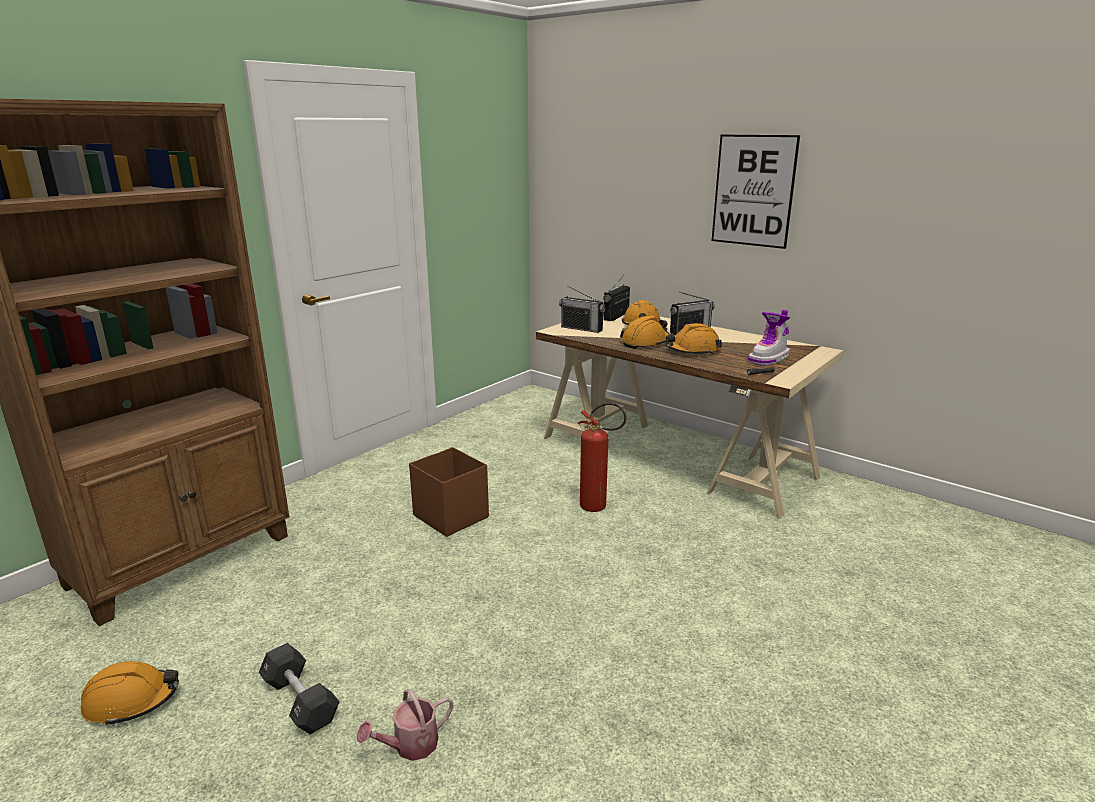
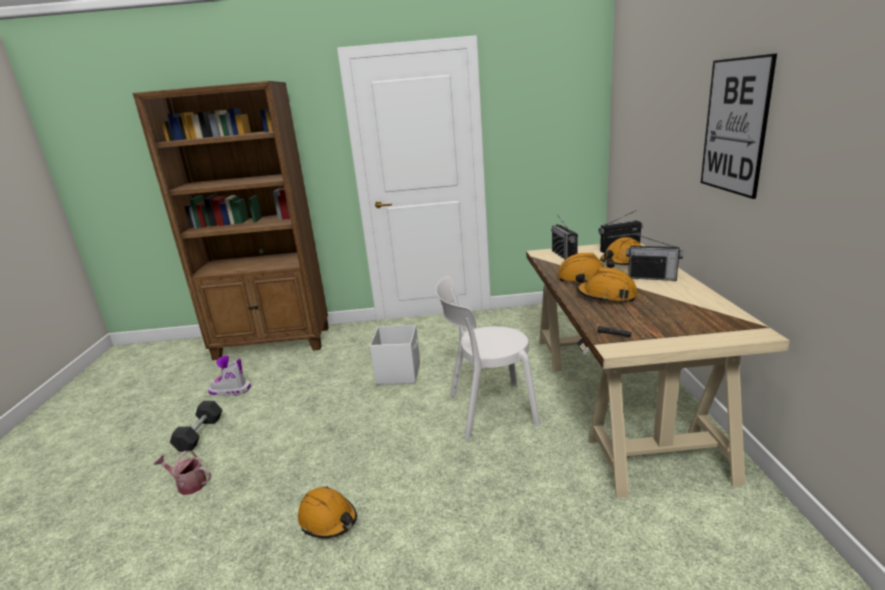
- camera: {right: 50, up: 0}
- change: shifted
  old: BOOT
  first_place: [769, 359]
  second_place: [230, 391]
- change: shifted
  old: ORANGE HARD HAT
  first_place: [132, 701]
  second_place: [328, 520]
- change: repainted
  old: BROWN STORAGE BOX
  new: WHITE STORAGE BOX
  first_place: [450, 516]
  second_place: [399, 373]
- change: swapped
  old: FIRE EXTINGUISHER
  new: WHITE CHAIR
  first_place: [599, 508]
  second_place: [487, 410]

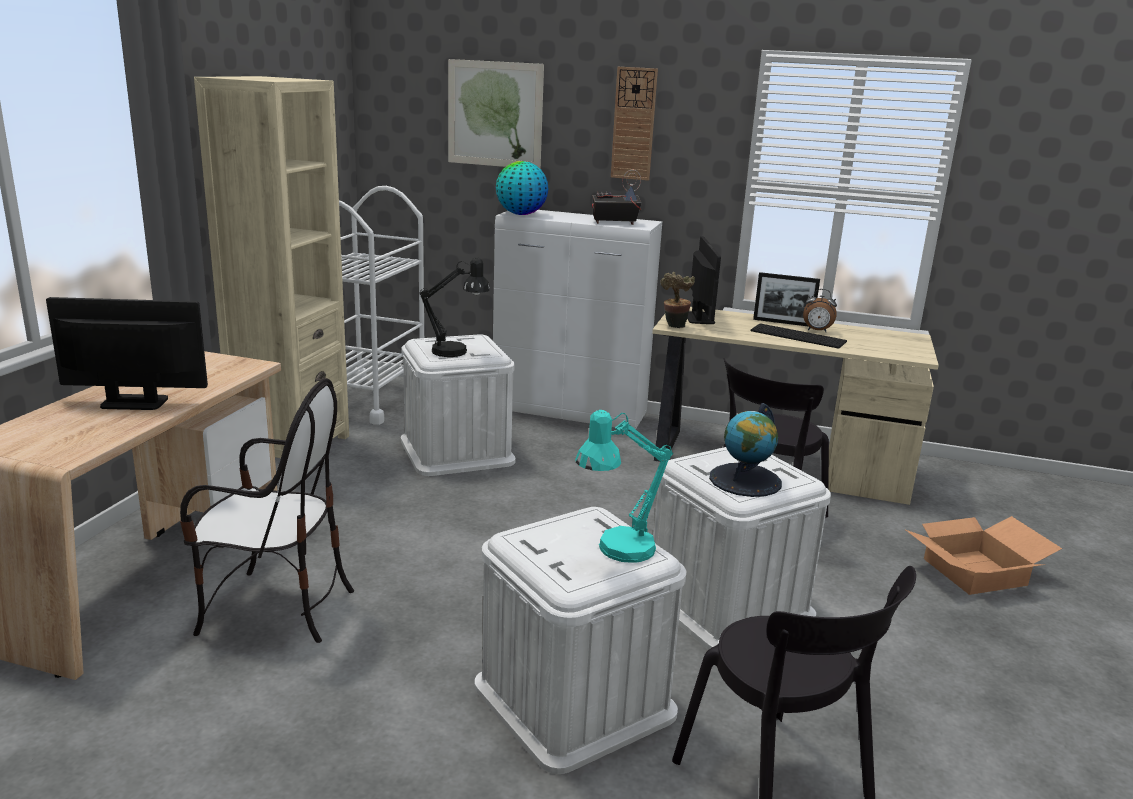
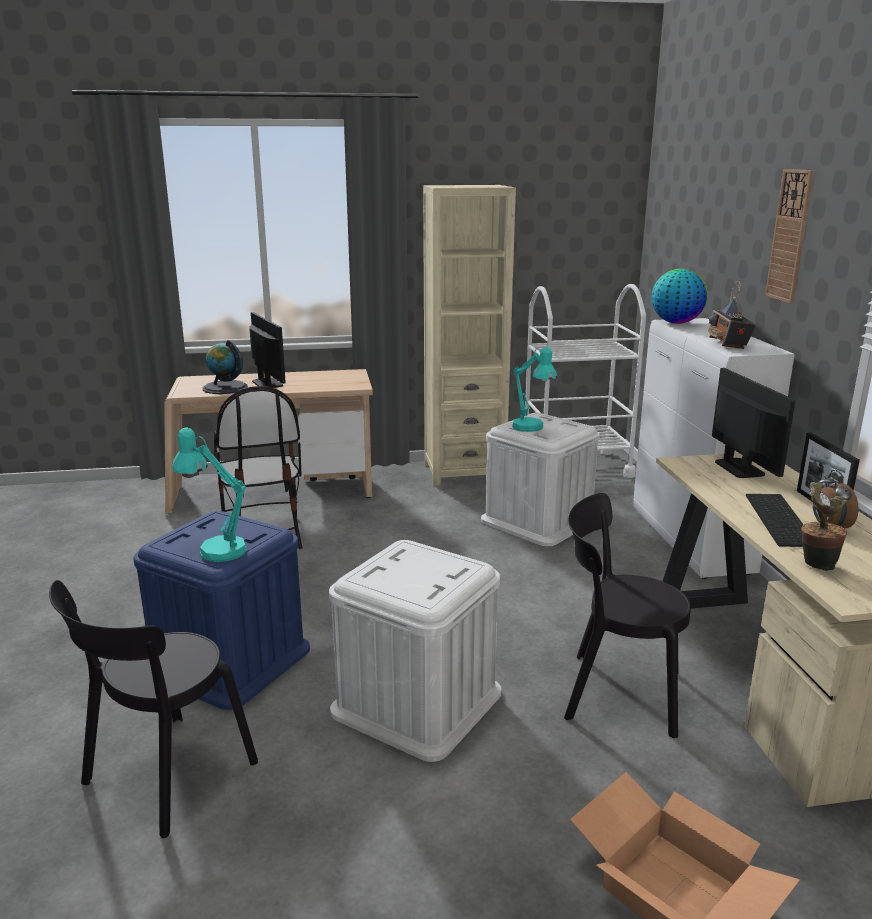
- camera: {right: 65, up: 0}
- change: repainted
  old: WHITE STORAGE BOX
  new: BLUE STORAGE BOX
  first_place: [574, 699]
  second_place: [229, 659]
- change: shifted
  old: GLOBE
  first_place: [745, 480]
  second_place: [225, 388]
- change: repainted
  old: BLACK TABLE LAMP
  new: TURQUOISE TABLE LAMP
  first_place: [457, 352]
  second_place: [531, 428]
- change: rotated
  old: RADIO
  first_place: [614, 222]
  second_place: [728, 344]
  degrees: -150
- change: rotated
  old: MONITOR
  first_place: [699, 318]
  second_place: [739, 468]
  degrees: -75
- change: shifted
  old: POTTED PLANT
  first_place: [674, 327]
  second_place: [815, 564]
- change: gone
  old: PICTURE
  first_place: [495, 114]

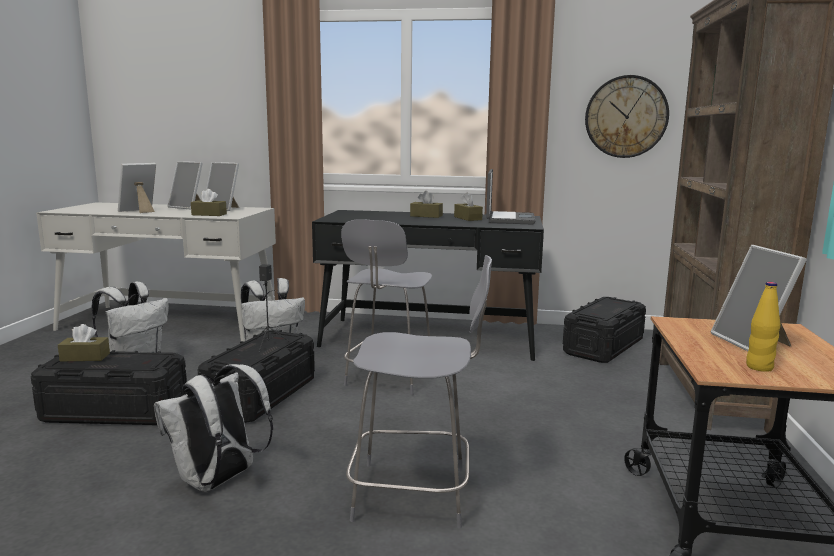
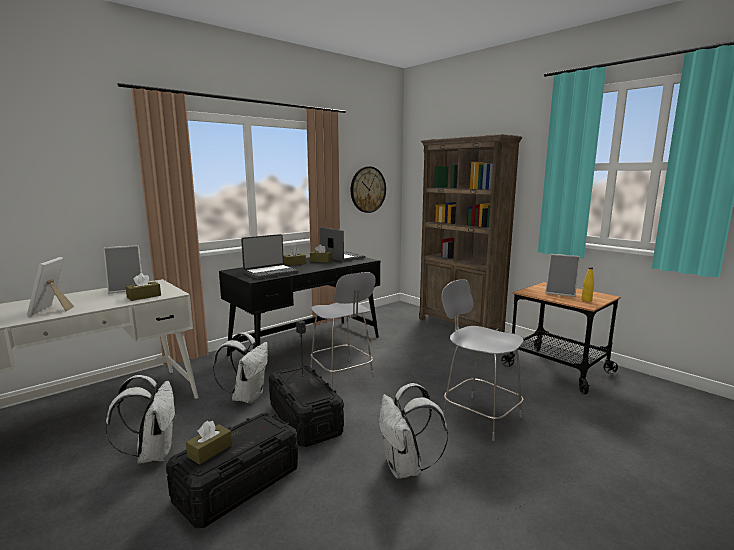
- camera: {right: -50, up: 0}
- change: new
  new: LAPTOP
  second_place: [270, 272]
- change: rotated
  old: GREY CHAIR
  first_place: [416, 494]
  second_place: [479, 415]
  degrees: -90
- change: gone
  old: PICTURE FRAME
  first_place: [188, 207]
- change: gone
  old: BLACK STORAGE BOX
  first_place: [603, 346]

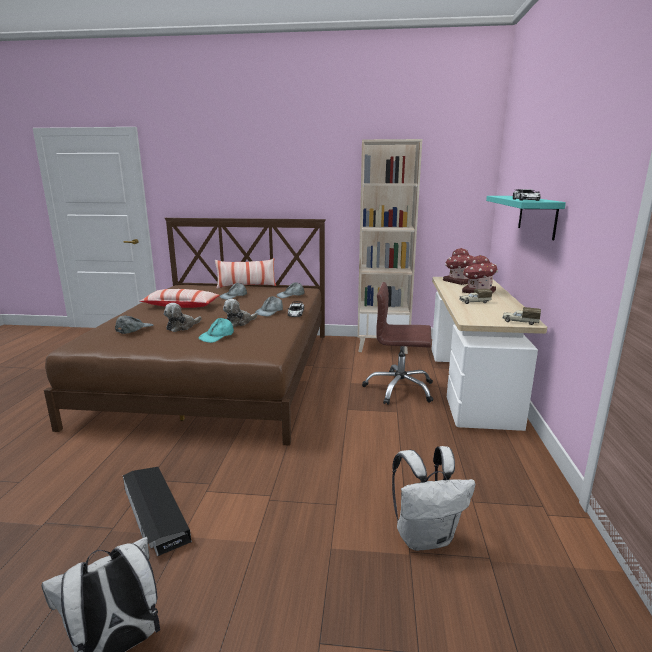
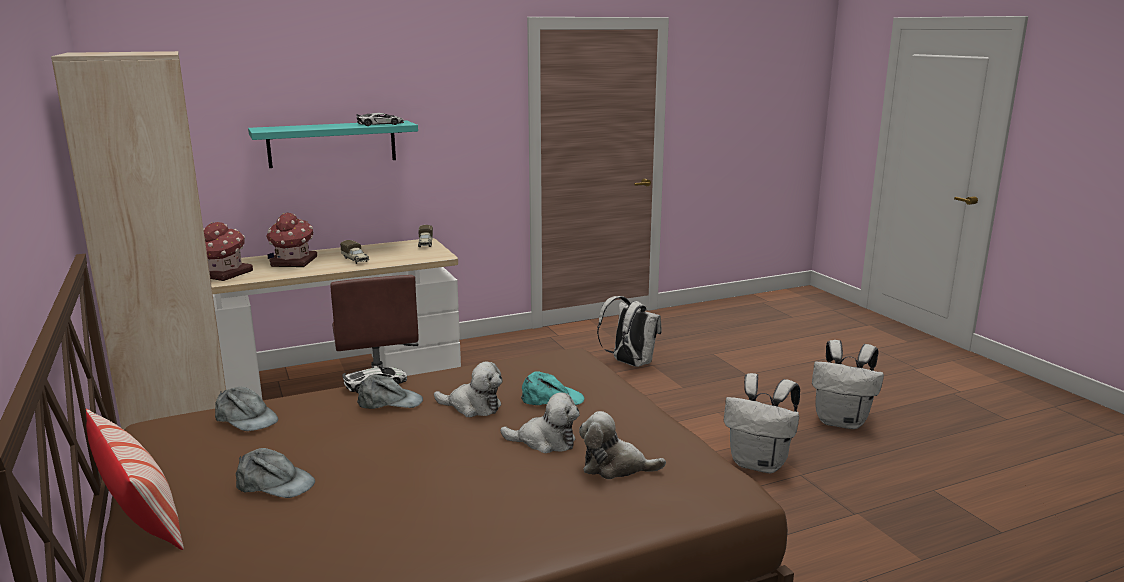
- camera: {right: -120, up: 0}
- change: swapped
  old: GREY CAP
  new: PLUSH TOY
  first_place: [134, 329]
  second_place: [615, 467]
- change: swapped
  old: BLACK STORAGE BOX
  new: WHITE BACKPACK
  first_place: [155, 514]
  second_place: [760, 464]
- change: gone
  old: PILLOW
  first_place: [181, 306]

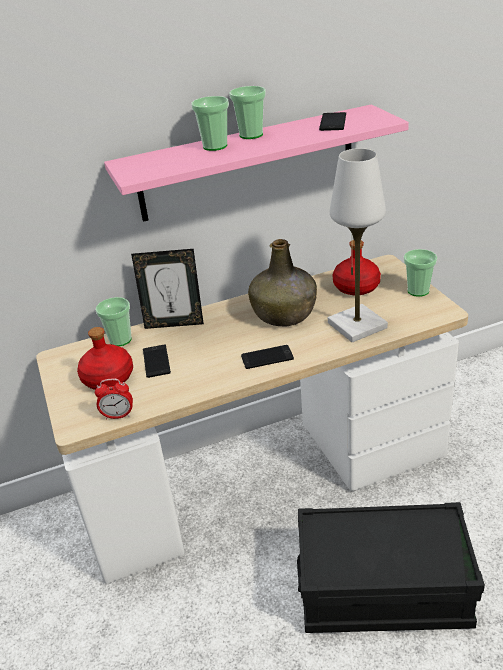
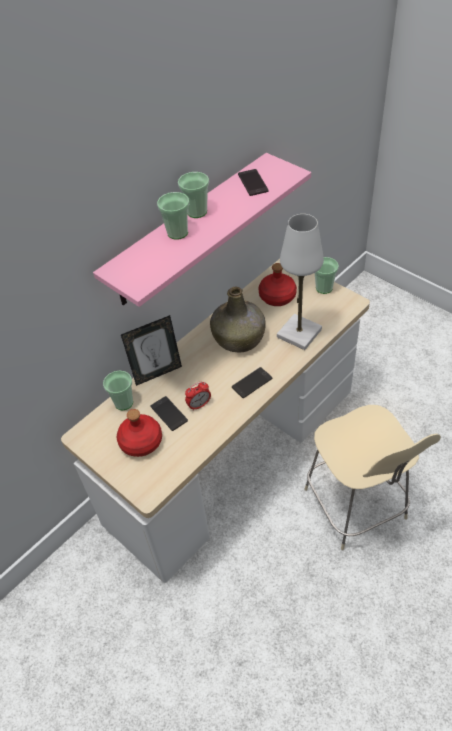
- camera: {right: -25, up: 15}
- change: shifted
  old: ALARM CLOCK
  first_place: [118, 415]
  second_place: [199, 405]
- change: swapped
  old: BLACK STORAGE BOX
  new: BEIGE CHAIR
  first_place: [382, 590]
  second_place: [356, 507]

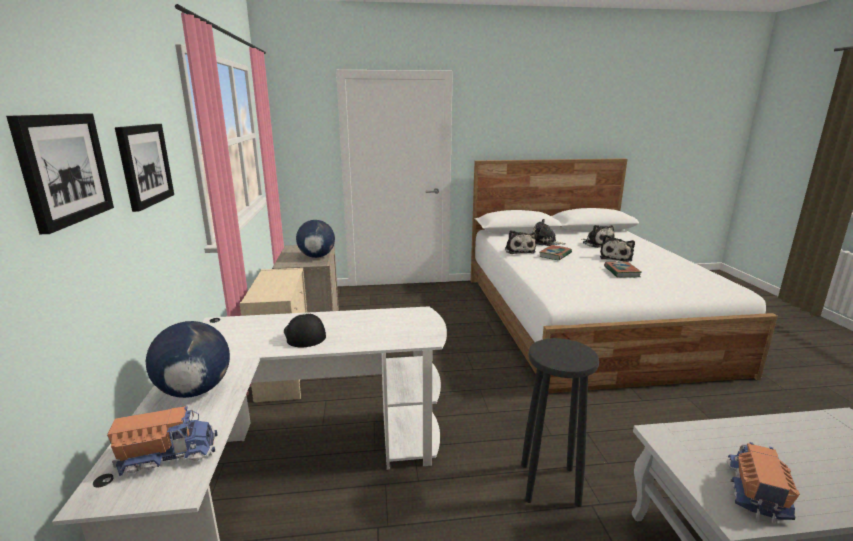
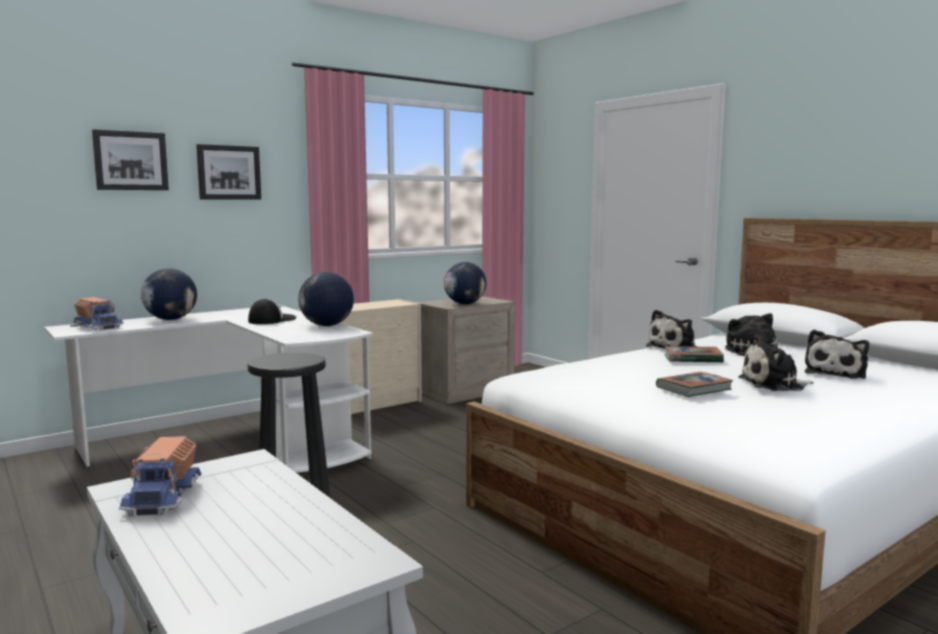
- camera: {right: 60, up: -10}
- change: rotated
  old: TOY TRUCK
  first_place: [754, 491]
  second_place: [164, 496]
  degrees: 90
- change: new
  new: GLOBE
  second_place: [327, 325]

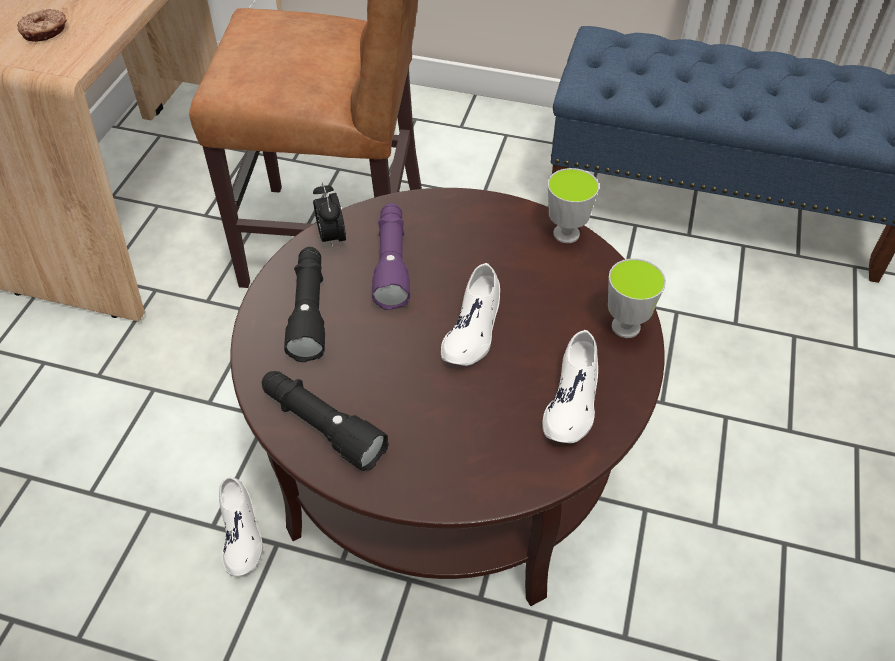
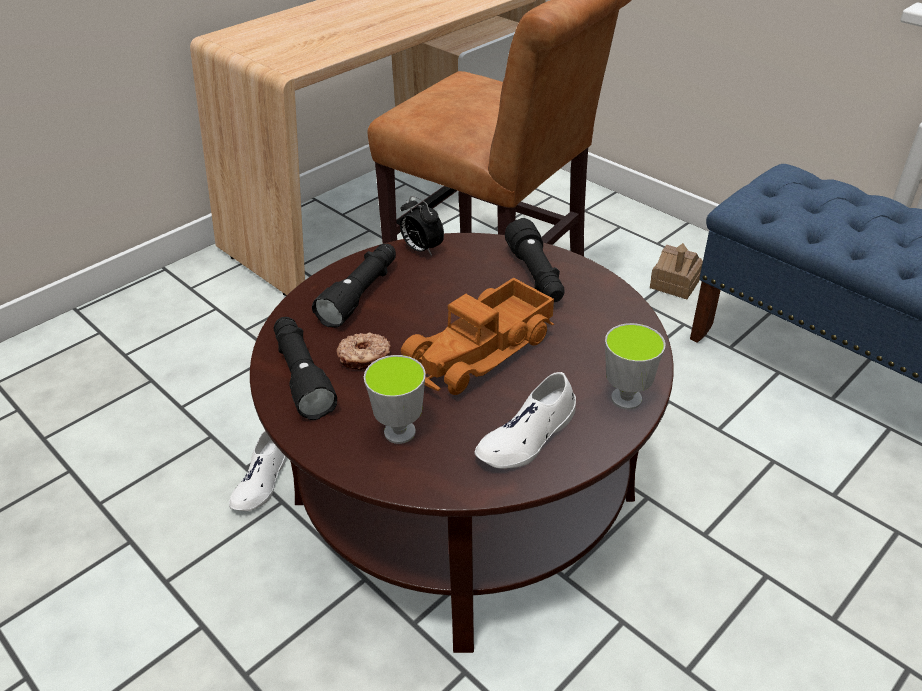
- camera: {right: 30, up: -10}
- change: shifted
  old: DONUT
  first_place: [45, 32]
  second_place: [364, 358]
- change: shifted
  old: CUP
  first_place: [566, 234]
  second_place: [399, 432]
- change: rotated
  old: ALARM CLOCK
  first_place: [331, 237]
  second_place: [421, 249]
  degrees: -60
- change: swapped
  old: WHITE SHOE
  new: TOY TRUCK
  first_place: [473, 328]
  second_place: [483, 351]
- change: new
  new: BLACK FLASHLIGHT
  second_place: [536, 276]
- change: new
  new: TOY HOUSE
  second_place: [674, 284]
- change: gone
  old: PURPLE FLASHLIGHT
  first_place: [392, 263]

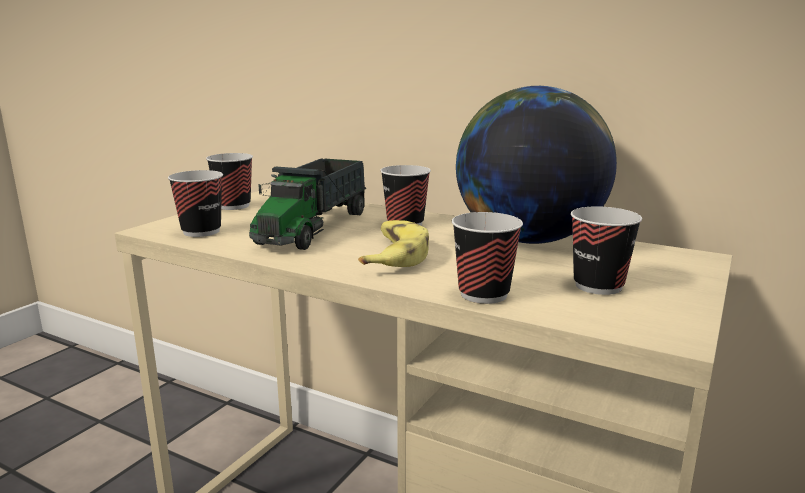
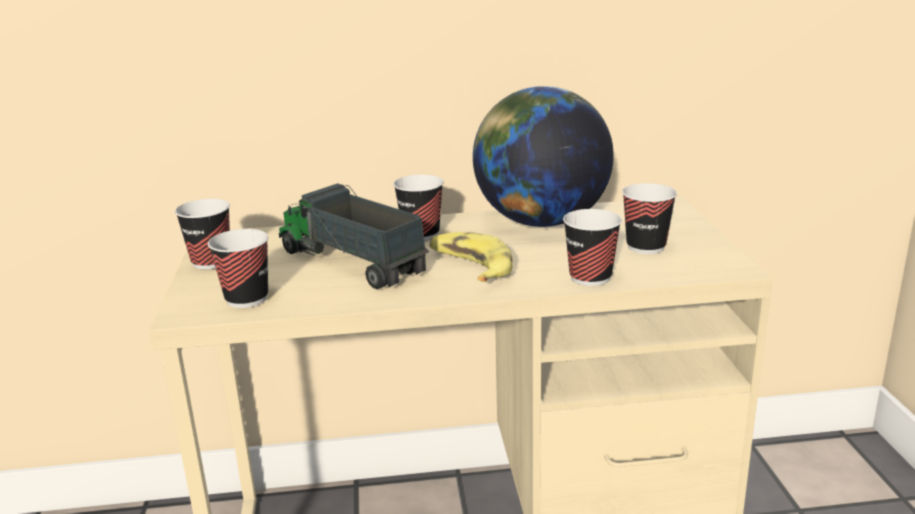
- camera: {right: -35, up: 5}
- change: rotated
  old: TOY TRUCK
  first_place: [314, 228]
  second_place: [350, 262]
  degrees: 150

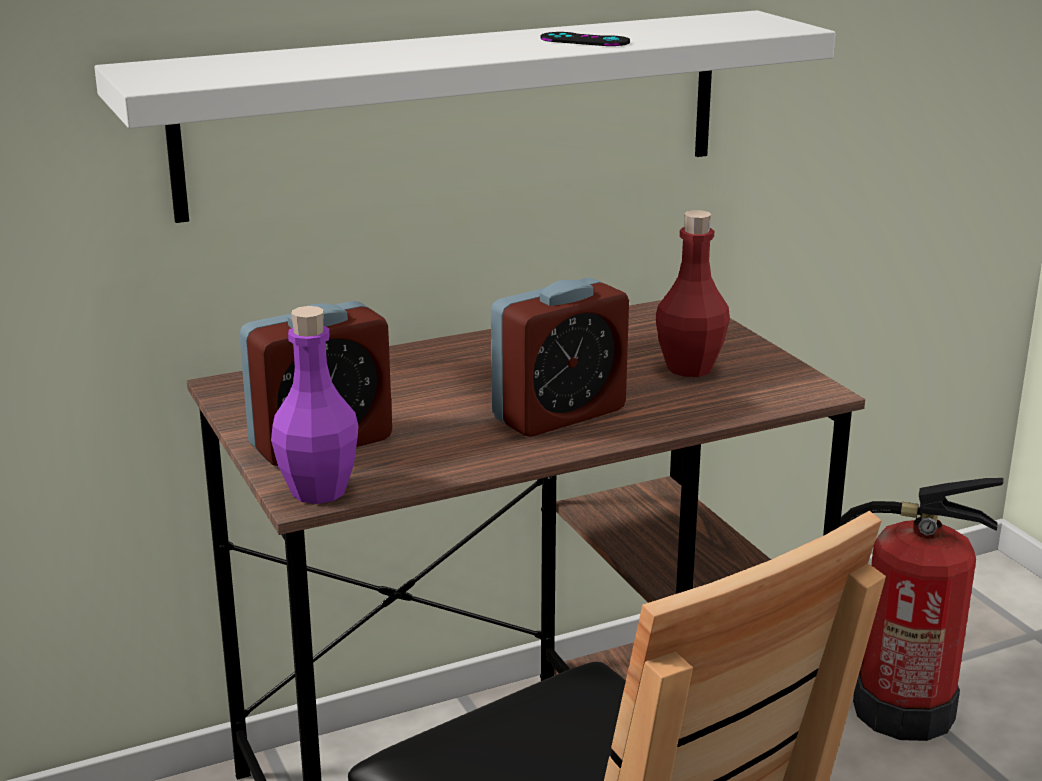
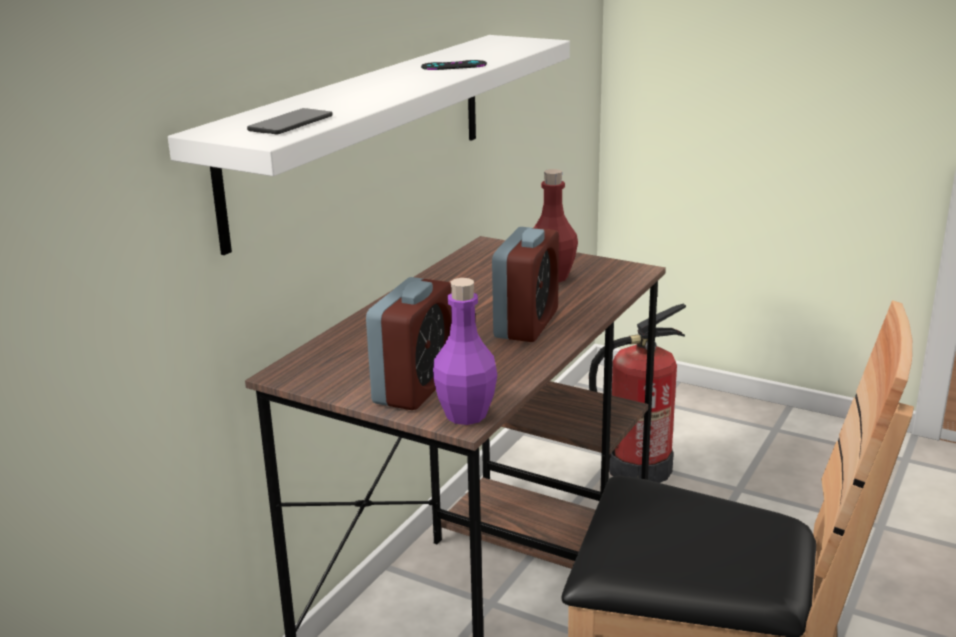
- camera: {right: -35, up: 0}
- change: new
  new: PHONE
  second_place: [291, 123]

